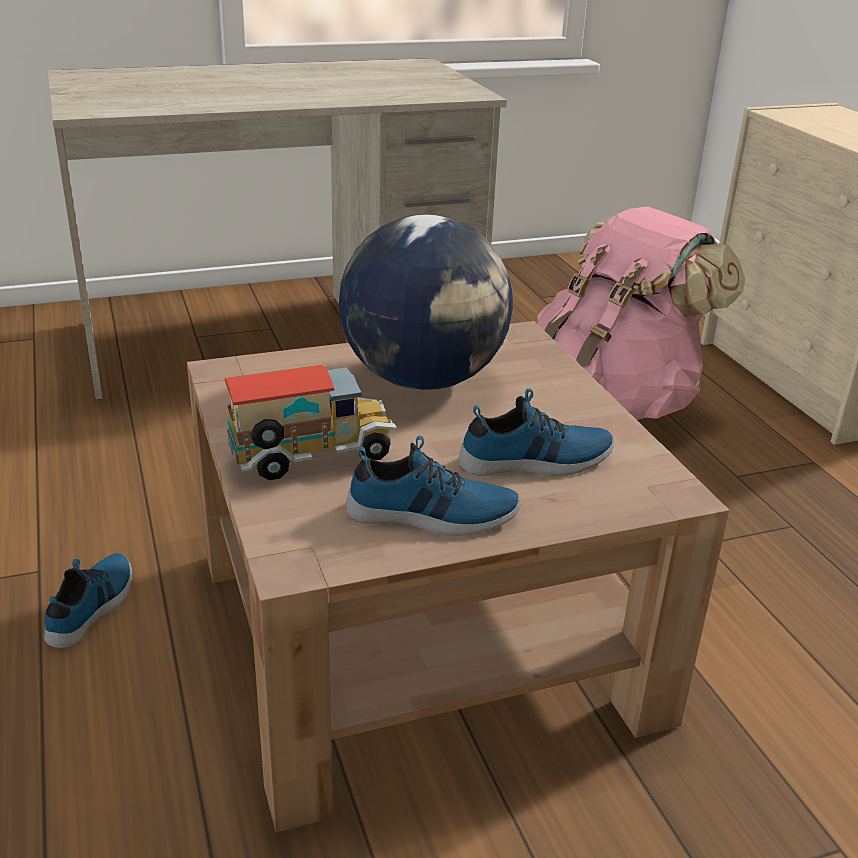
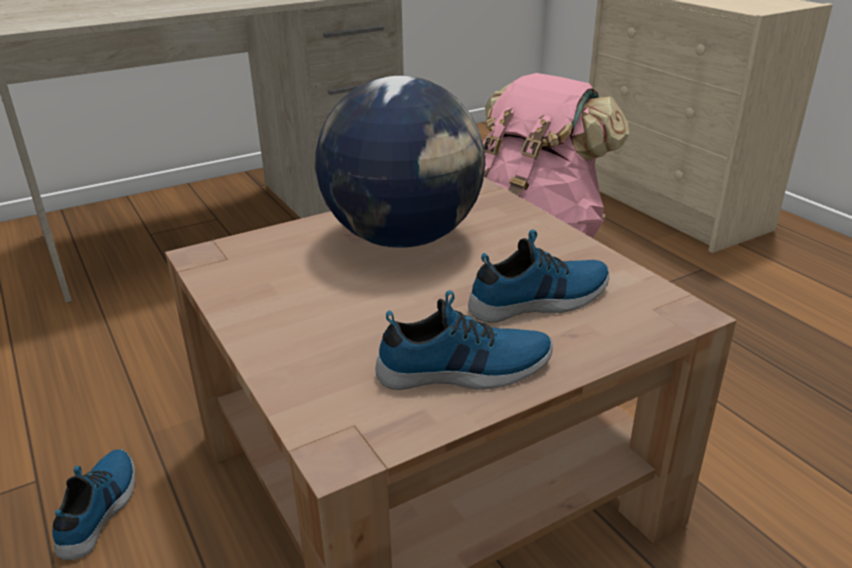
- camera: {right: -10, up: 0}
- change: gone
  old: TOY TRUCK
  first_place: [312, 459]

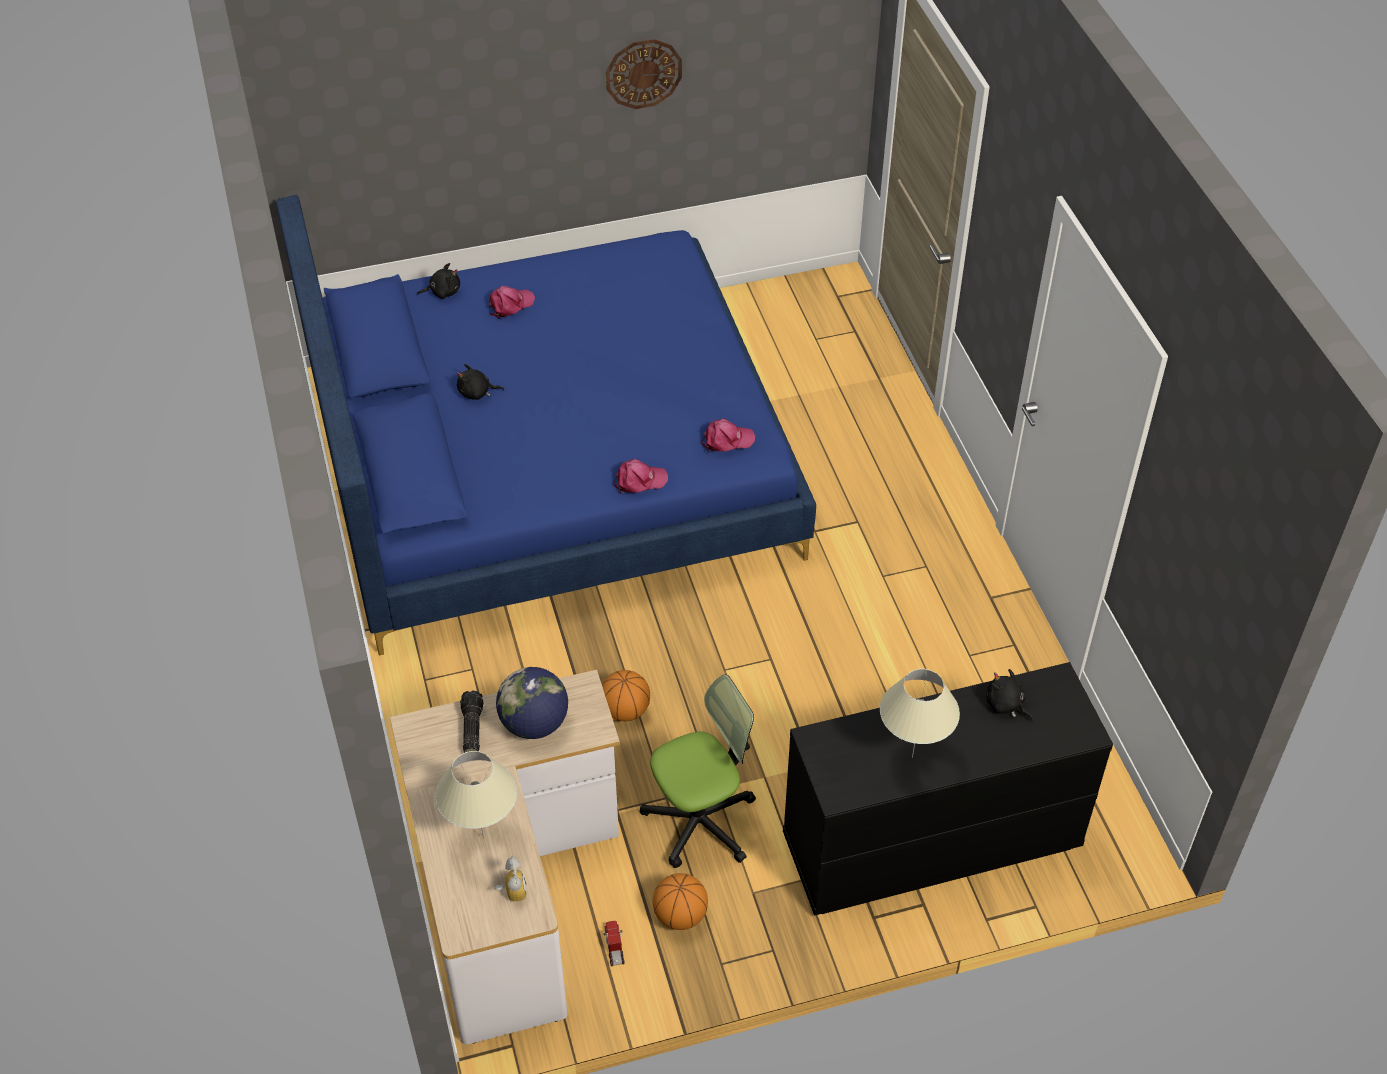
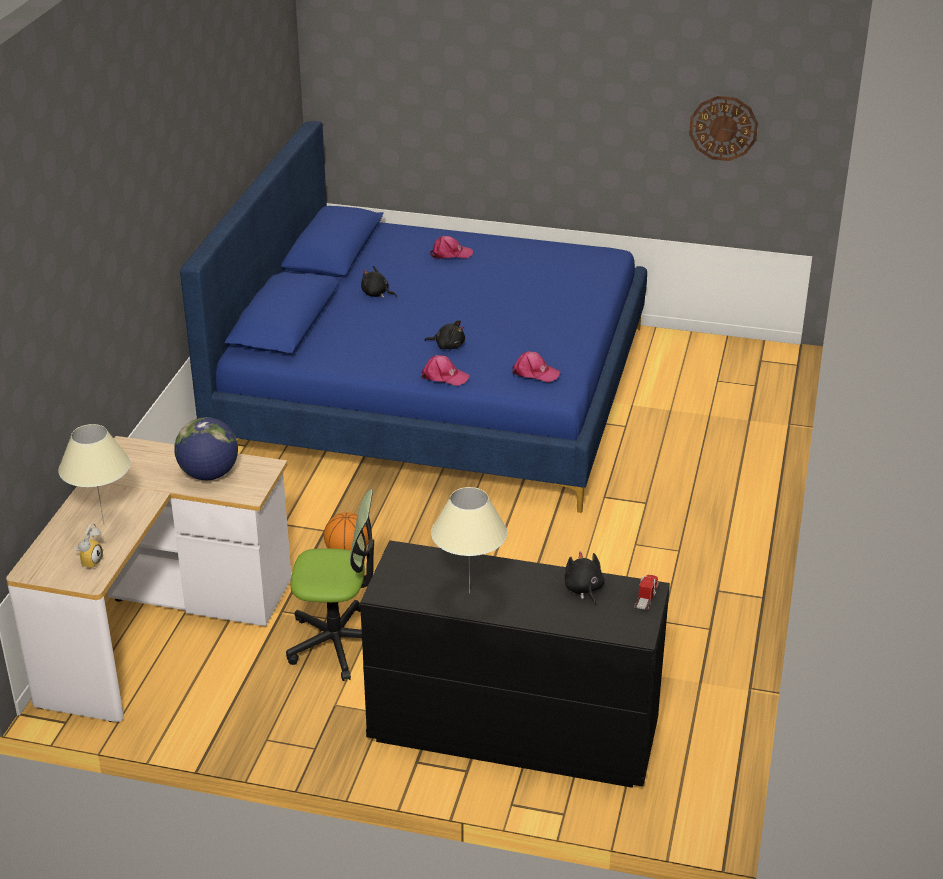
- camera: {right: 30, up: -15}
- change: shifted
  old: BLACK PLUSH TOY
  first_place: [443, 292]
  second_place: [448, 346]
- change: shifted
  old: TOY TRUCK
  first_place: [614, 946]
  second_place: [646, 597]
- change: shifted
  old: WALL CLOCK
  first_place: [643, 73]
  second_place: [723, 128]
- change: gone
  old: FLASHLIGHT
  first_place: [471, 728]
- change: gone
  old: BASKETBALL
  first_place: [680, 915]

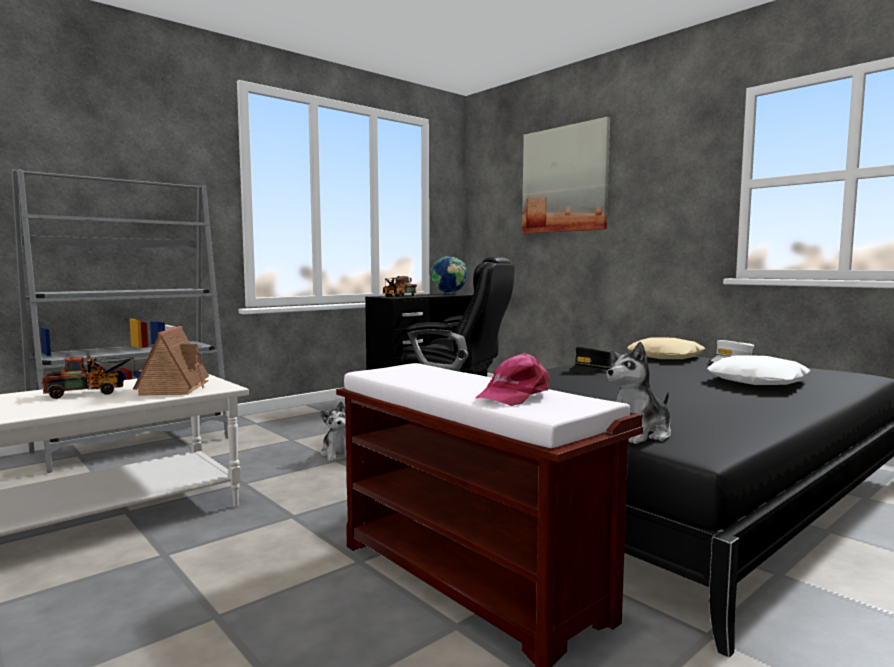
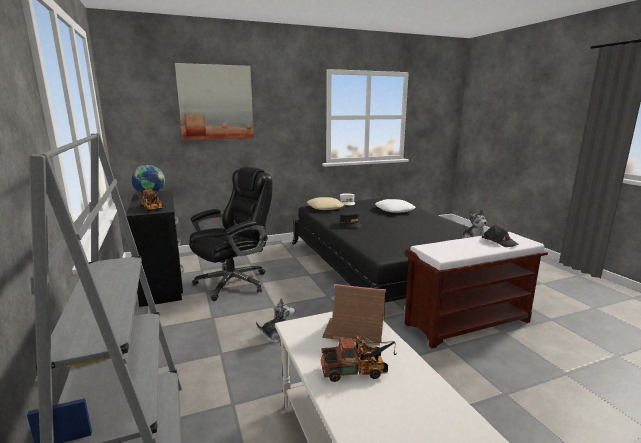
- camera: {right: -70, up: 10}
- change: rotated
  old: TOY TRUCK
  first_place: [91, 393]
  second_place: [358, 371]
  degrees: 90
- change: repainted
  old: PINK CAP
  new: BLACK CAP
  first_place: [514, 396]
  second_place: [499, 241]

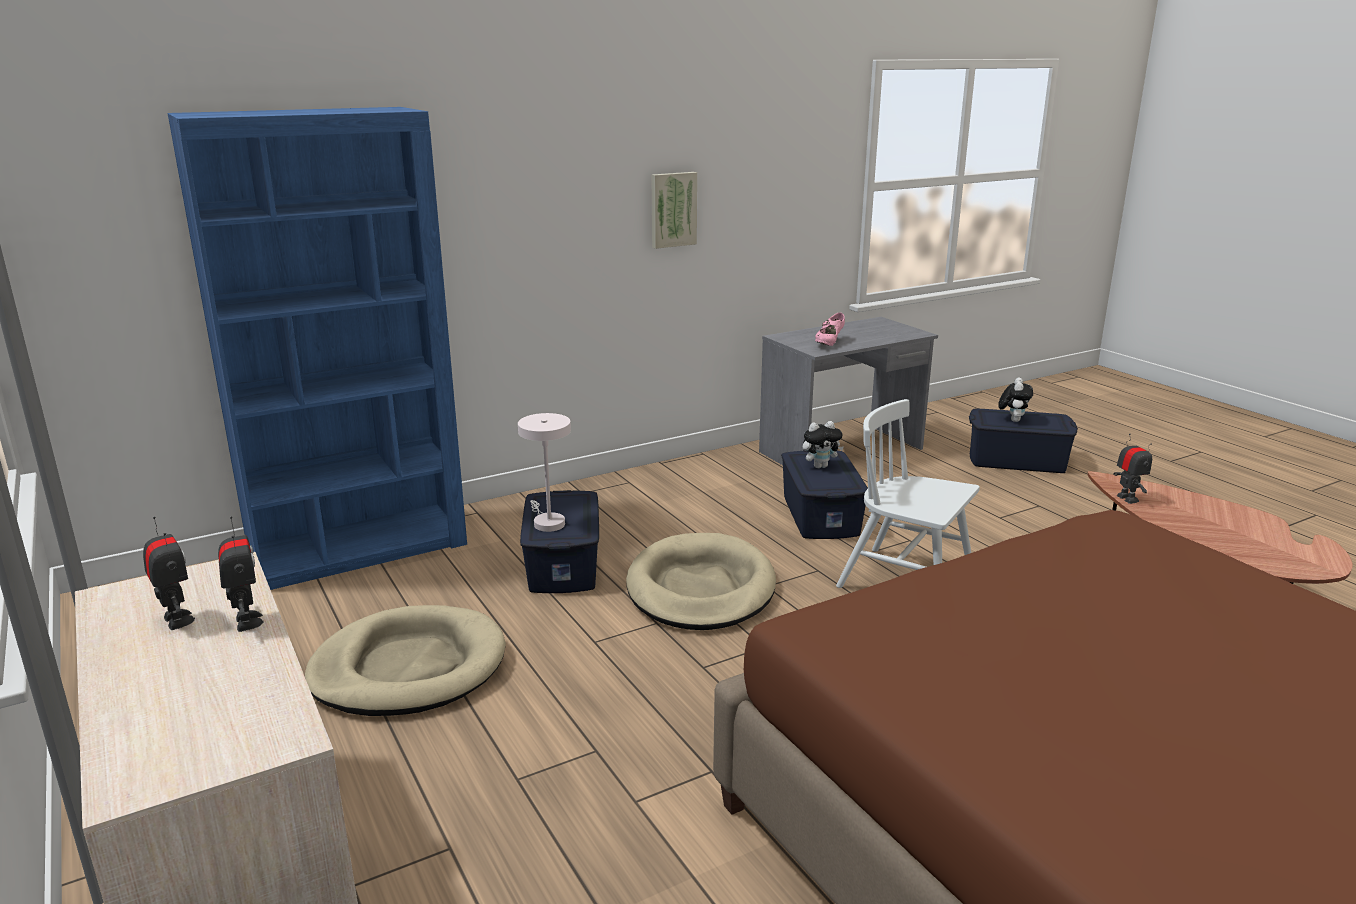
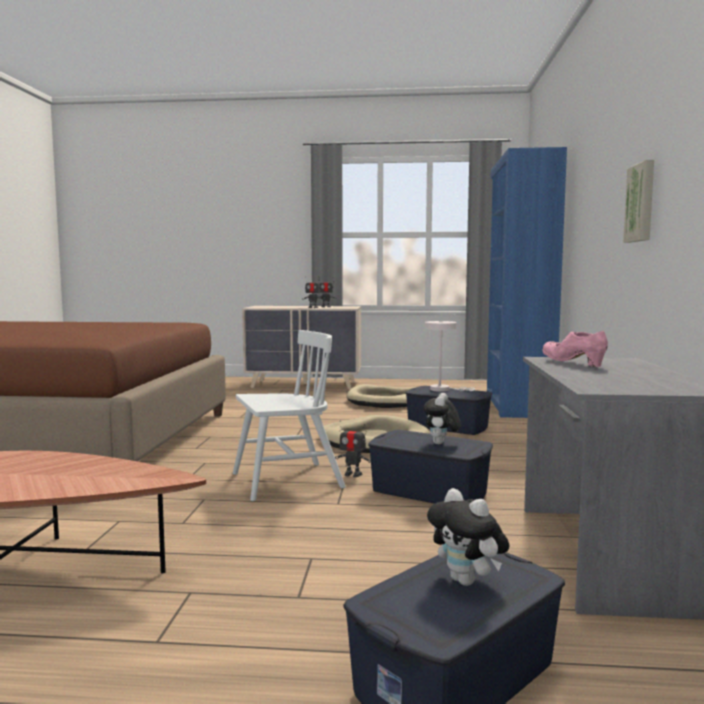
- camera: {right: 125, up: -15}
- change: shifted
  old: TOY ROBOT
  first_place: [1127, 499]
  second_place: [352, 474]

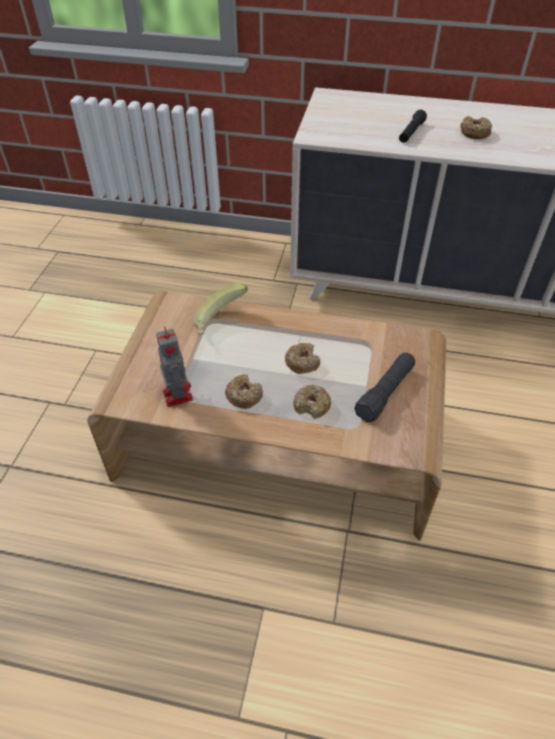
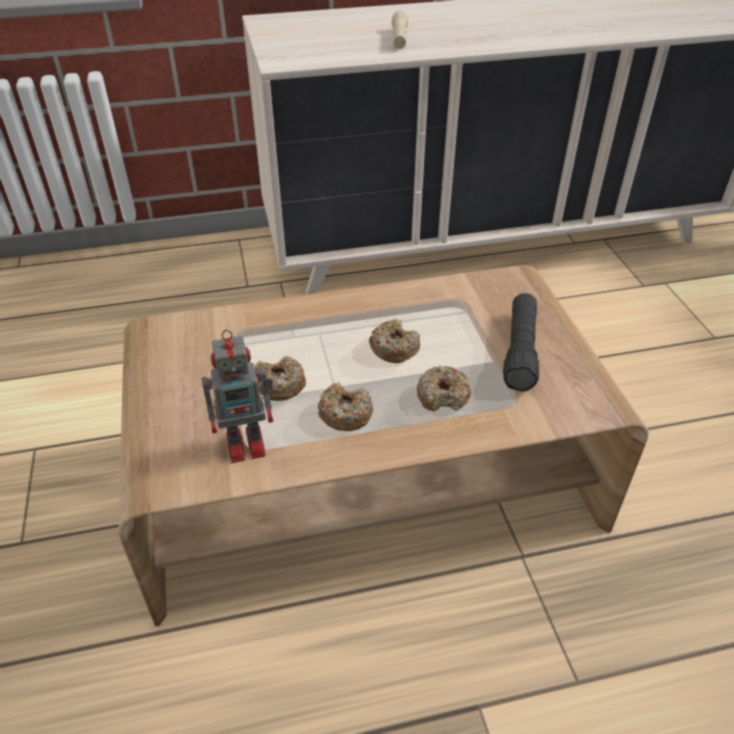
- camera: {right: -25, up: -5}
- change: rotated
  old: TOY ROBOT
  first_place: [177, 394]
  second_place: [248, 443]
  degrees: 120
- change: shifted
  old: DONUT
  first_place: [474, 133]
  second_place: [279, 385]
- change: repainted
  old: BLACK FLASHLIGHT
  new: BEIGE FLASHLIGHT
  first_place: [411, 133]
  second_place: [399, 39]
- change: gone
  old: BANANA
  first_place: [221, 322]

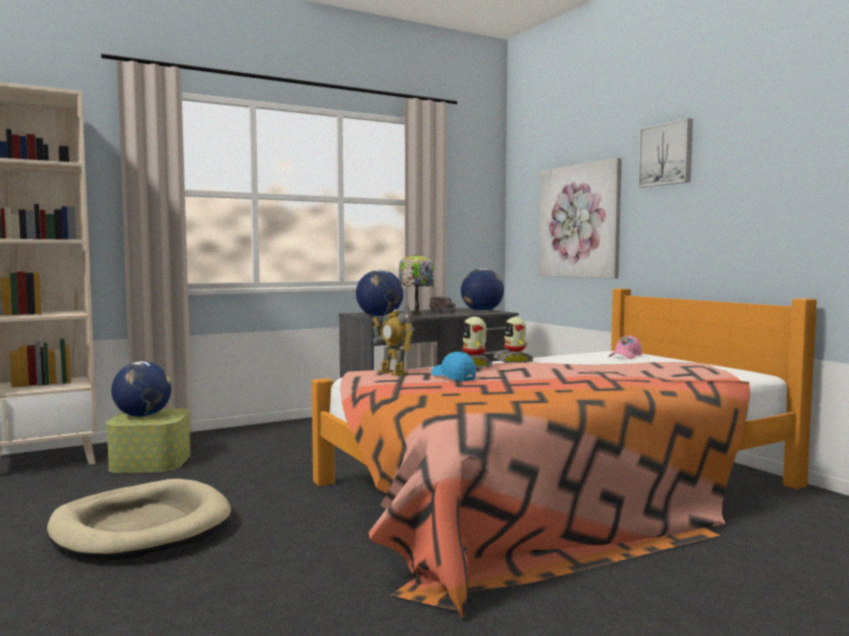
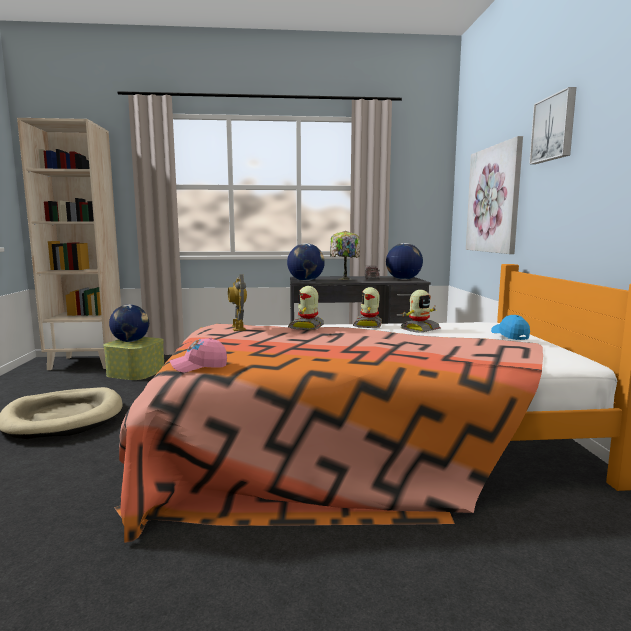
- camera: {right: 25, up: 5}
- change: shifted
  old: PINK CAP
  first_place: [625, 357]
  second_place: [199, 366]
- change: new
  new: TOY ROBOT
  second_place: [419, 329]
- change: shifted
  old: BLUE CAP
  first_place: [453, 376]
  second_place: [510, 335]

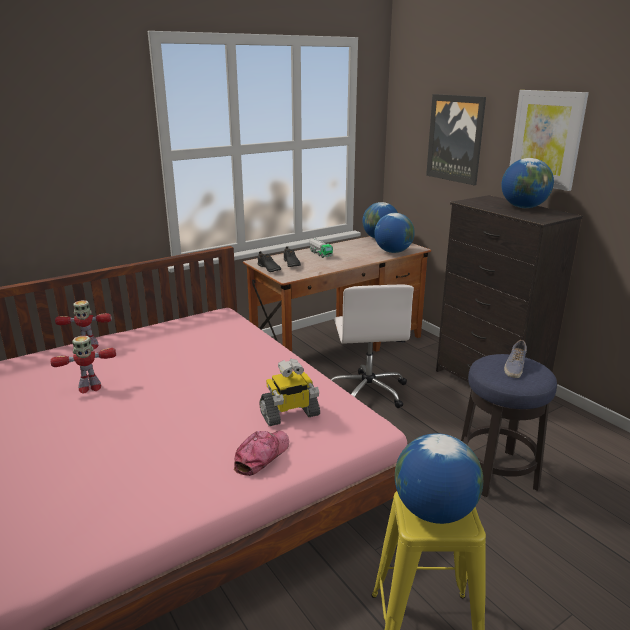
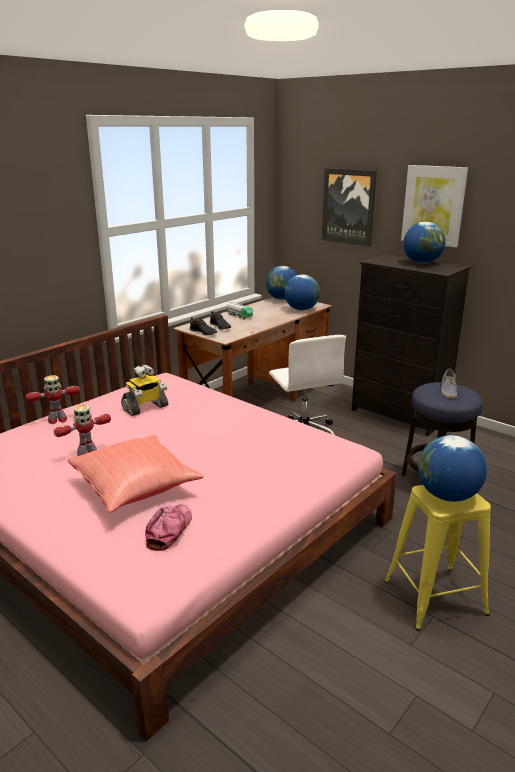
- camera: {right: -15, up: 0}
- change: new
  new: RED PILLOW
  second_place: [136, 488]
- change: shifted
  old: TOY ROBOT
  first_place: [289, 414]
  second_place: [145, 408]
- change: shifted
  old: CAP
  first_place: [261, 456]
  second_place: [169, 530]

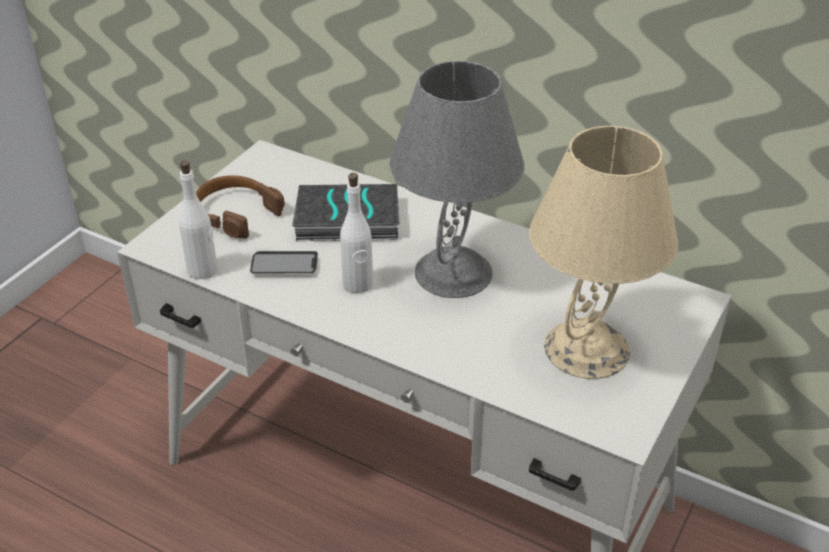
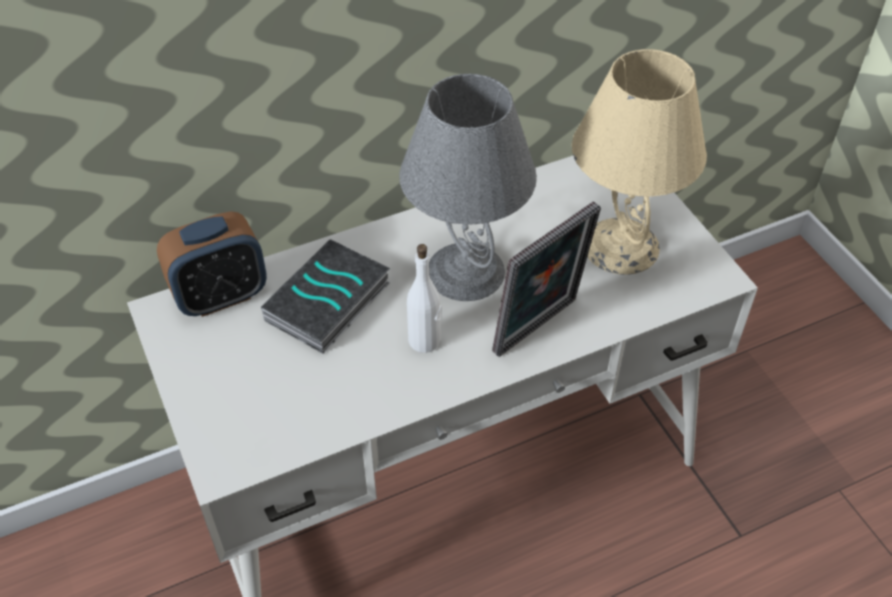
- camera: {right: -55, up: 10}
- change: new
  new: ALARM CLOCK
  second_place: [221, 296]
- change: new
  new: PICTURE FRAME
  second_place: [539, 329]
- change: gone
  old: WHITE BOTTLE
  first_place: [203, 270]
- change: gone
  old: BROWN HEADPHONES
  first_place: [236, 213]
- change: gone
  old: PHONE
  first_place: [284, 264]

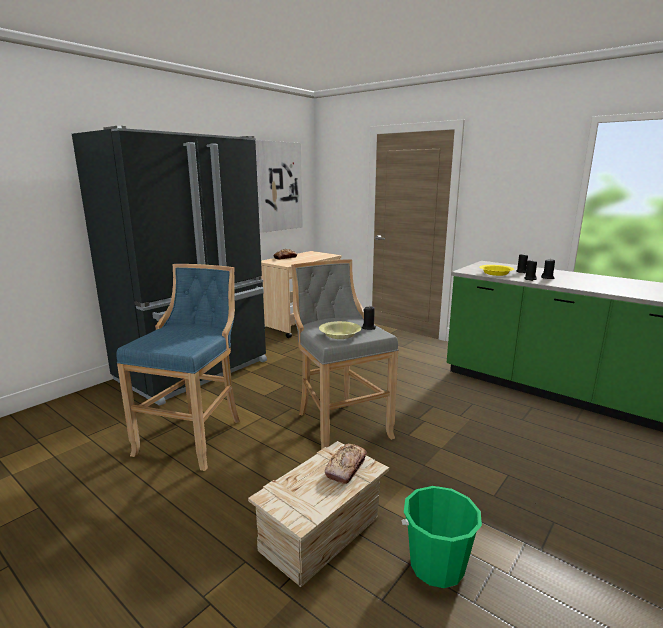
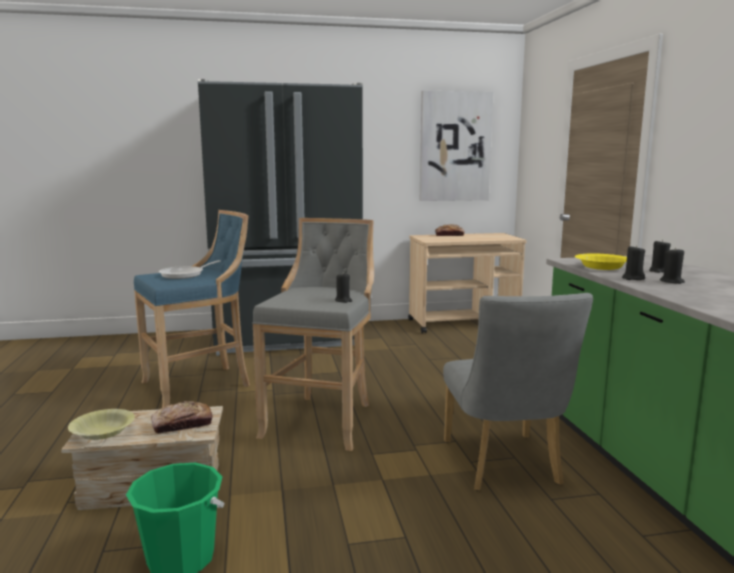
- camera: {right: 40, up: -5}
- change: shifted
  old: YELLOW BOWL
  first_place: [340, 335]
  second_place: [102, 432]
- change: new
  new: FRYING PAN
  second_place: [186, 274]
- change: new
  new: GREY CHAIR
  second_place: [504, 467]

